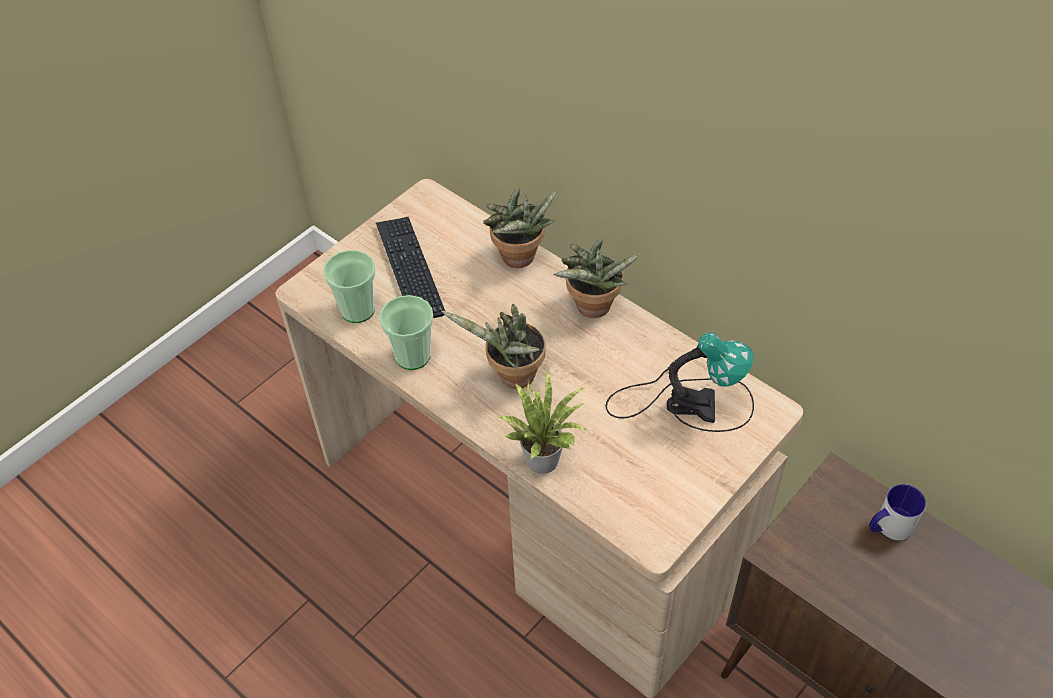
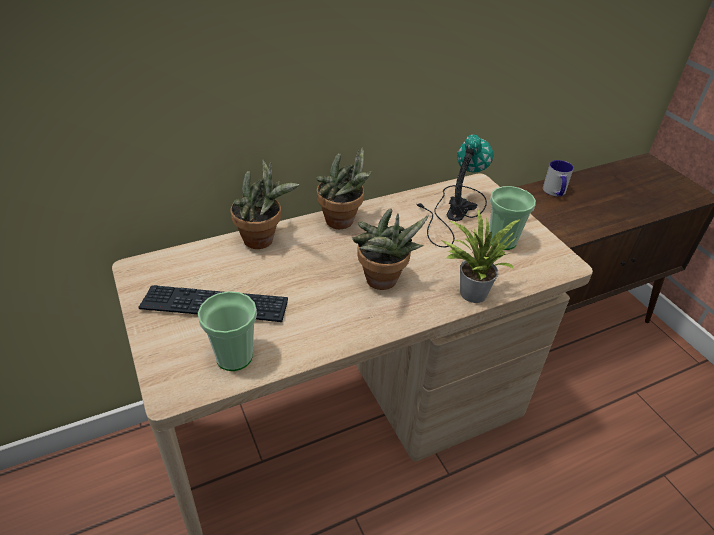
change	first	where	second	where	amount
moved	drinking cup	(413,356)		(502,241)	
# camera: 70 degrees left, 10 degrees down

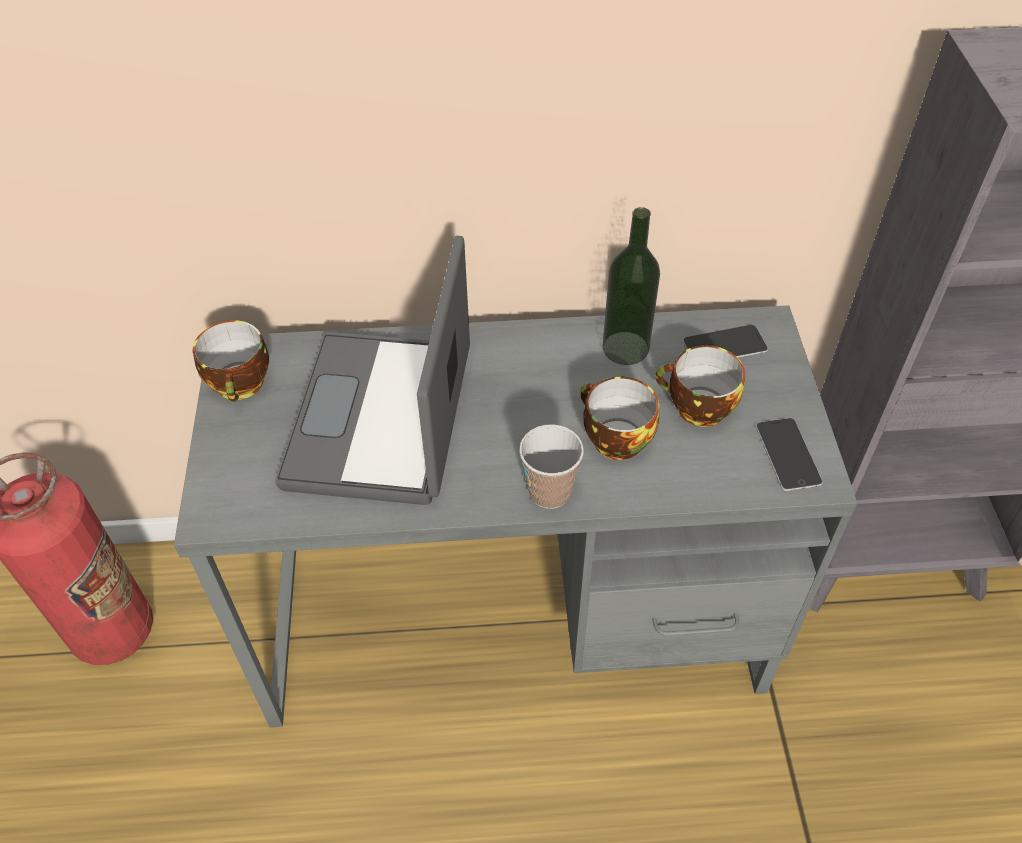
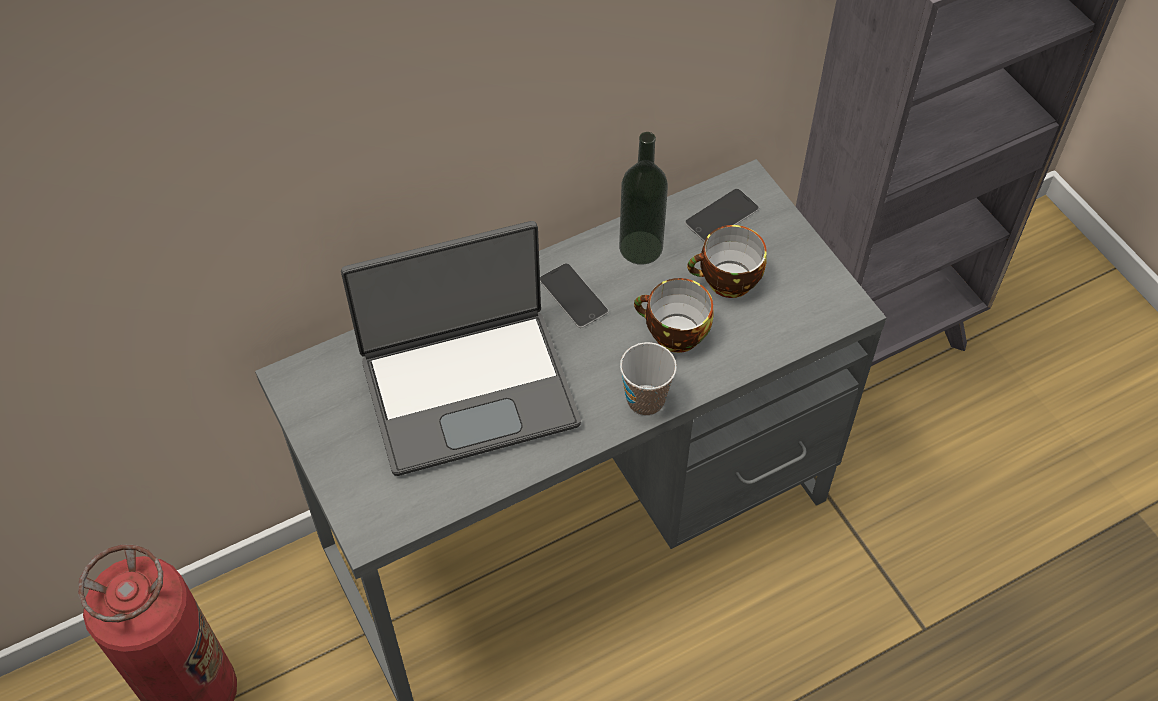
change	first	where	second	where	amount
removed	drinking cup	(241,384)			
turned	portable computer	(384,419)		(468,389)	90 degrees counterclockwise
moved	phone	(788,454)		(573,295)	
# camera: 25 degrees left, 5 degrees up

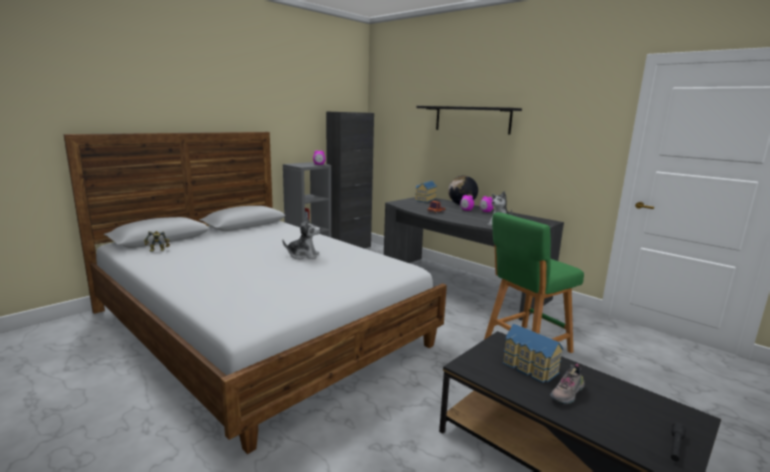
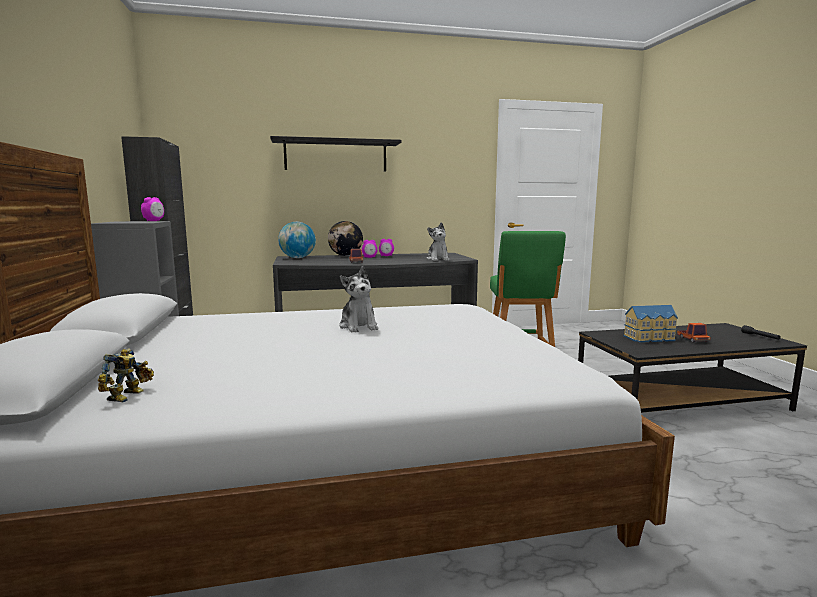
change	first	where	second	where	amount
turned	plush toy	(303,255)		(359,326)	120 degrees clockwise
replaced	model house	(424,199)	globe	(297,258)	
replaced	item of footwear	(567,394)	toy truck	(692,339)	
# camera: 55 degrees left, 5 degrees down

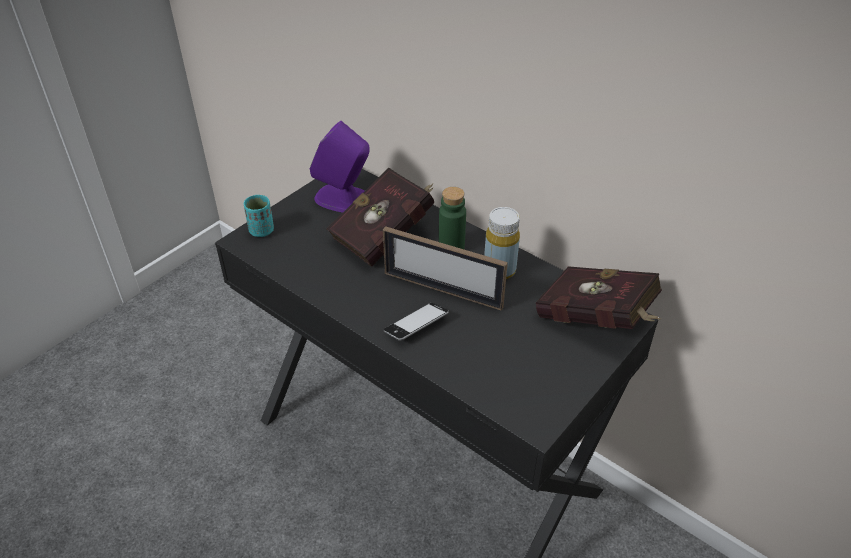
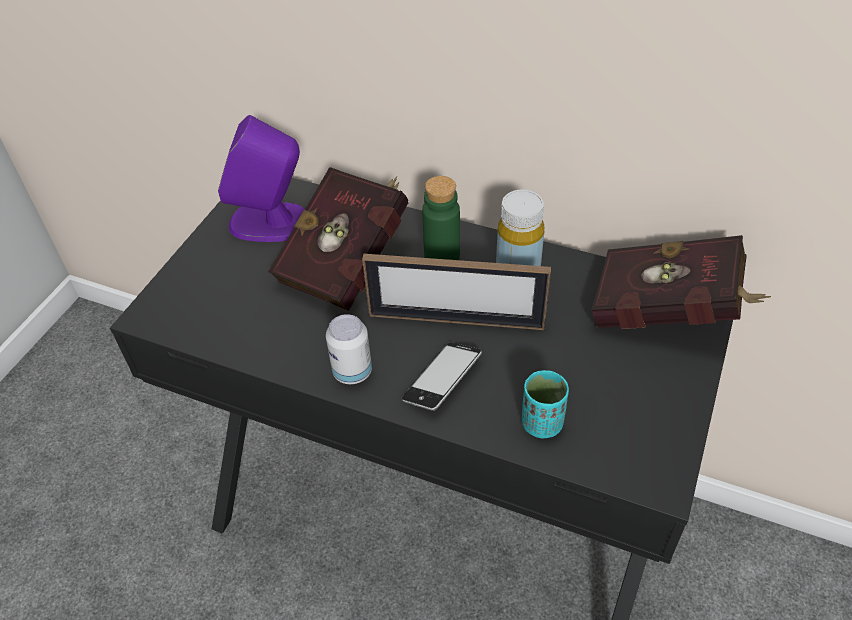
change	first	where	second	where	amount
moved	turquoise-coloured drinking cup	(261,231)		(542,423)	
added			sealed can	(352,372)	
# camera: 15 degrees left, 5 degrees up

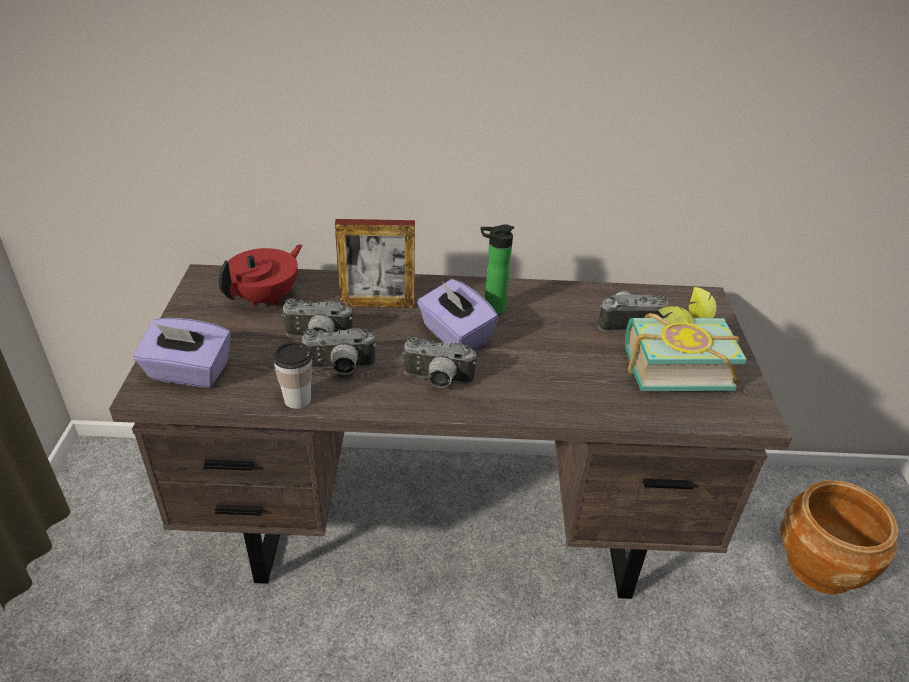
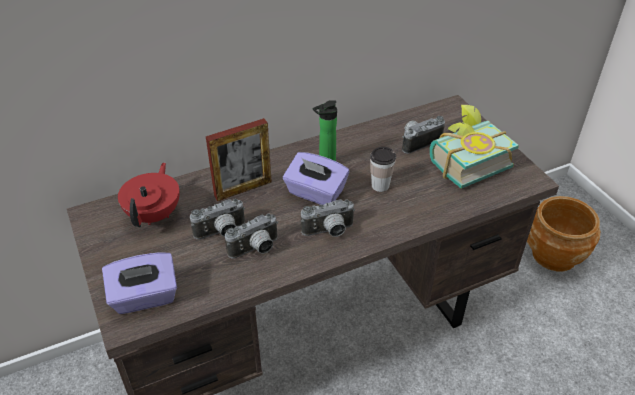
change	first	where	second	where	amount
moved	drinking cup	(297,399)		(380,186)	
# camera: 25 degrees left, 5 degrees up

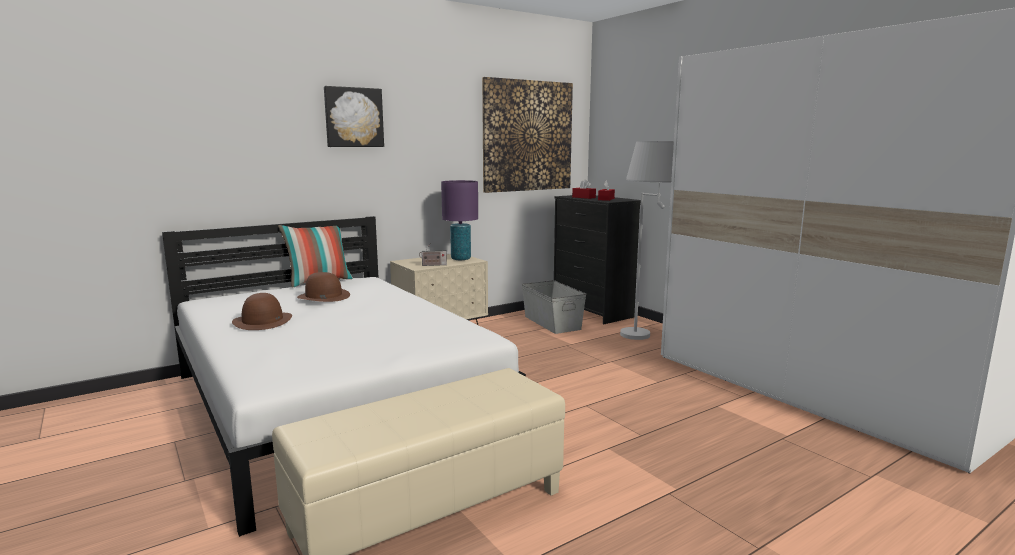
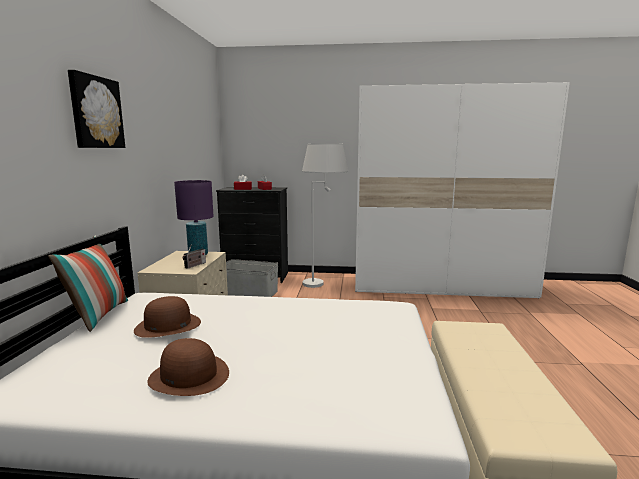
change	first	where	second	where	amount
removed	wall picture	(527,136)			
# camera: 50 degrees left, 0 degrees up

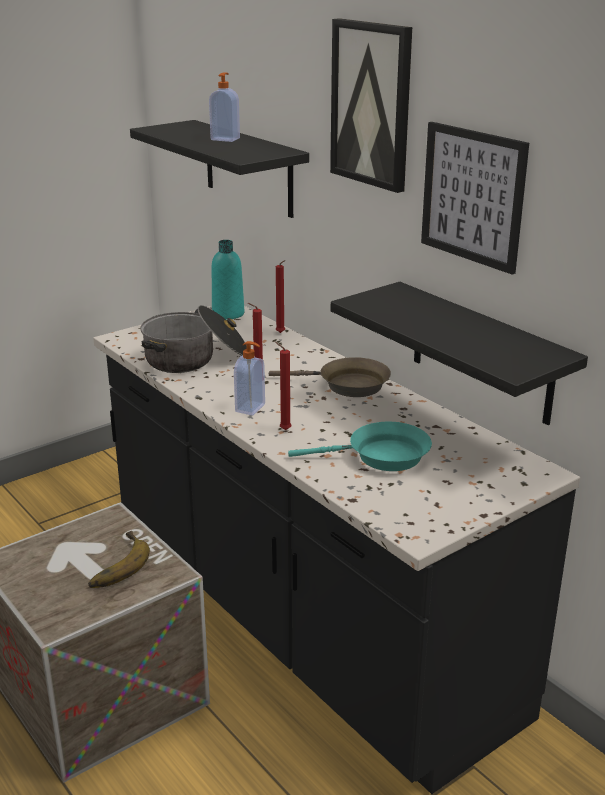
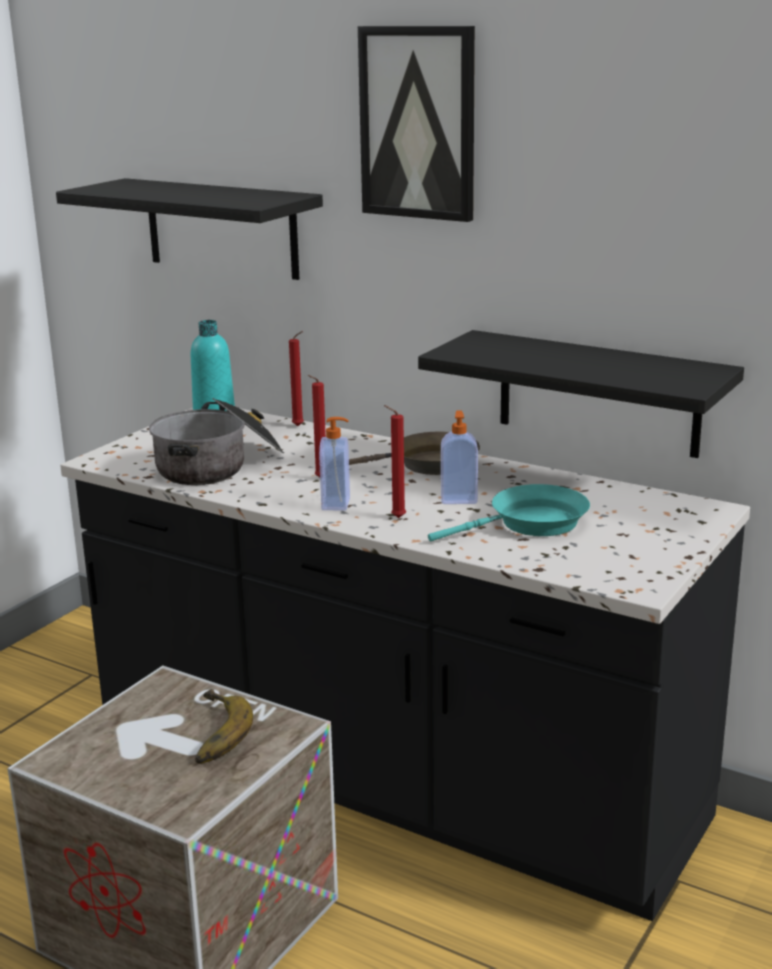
change	first	where	second	where	amount
moved	soap bottle	(225,139)		(459,498)	
removed	wall picture	(472,196)			
# camera: 20 degrees left, 5 degrees down

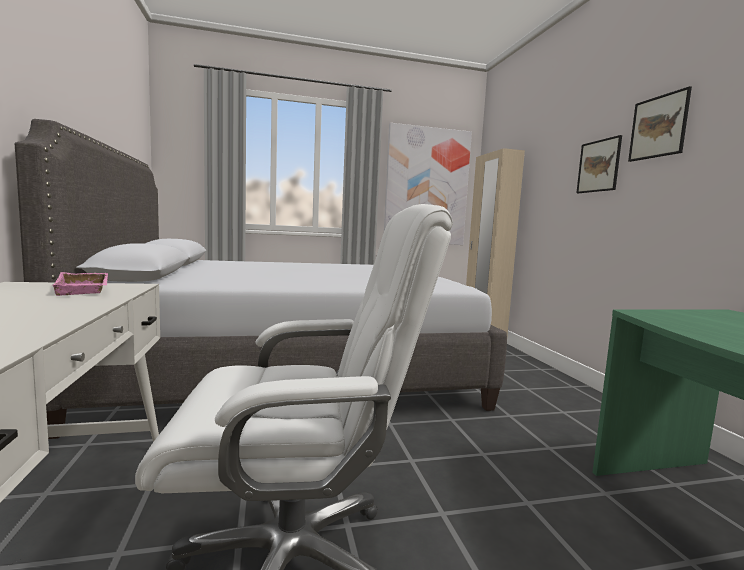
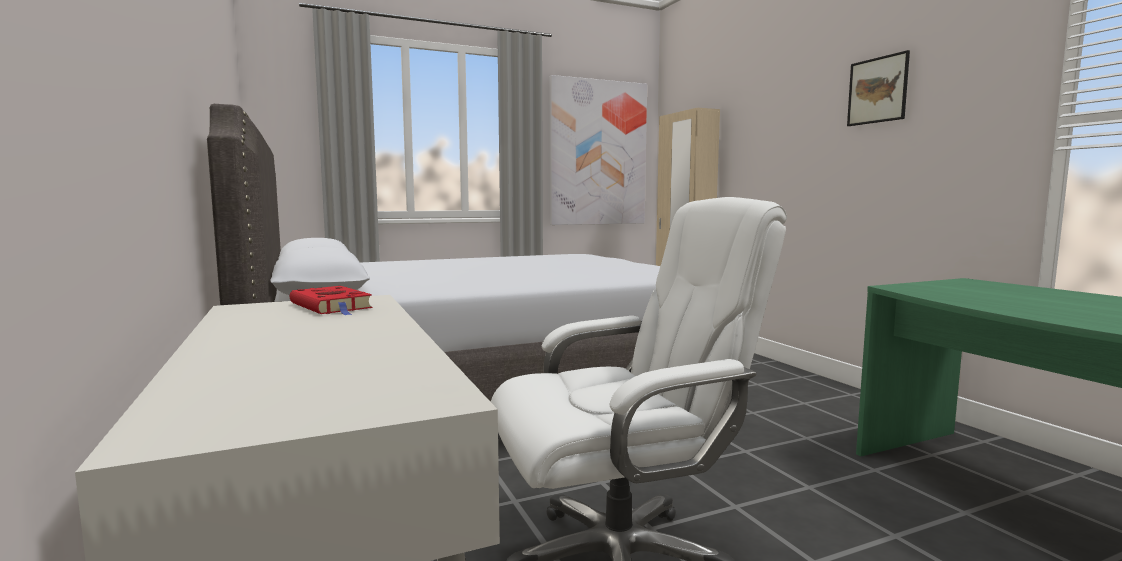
change	first	where	second	where	amount
replaced	pink serving tray	(85,289)	red bound book	(332,306)	
removed	wall picture	(598,166)			
# camera: 10 degrees left, 0 degrees up

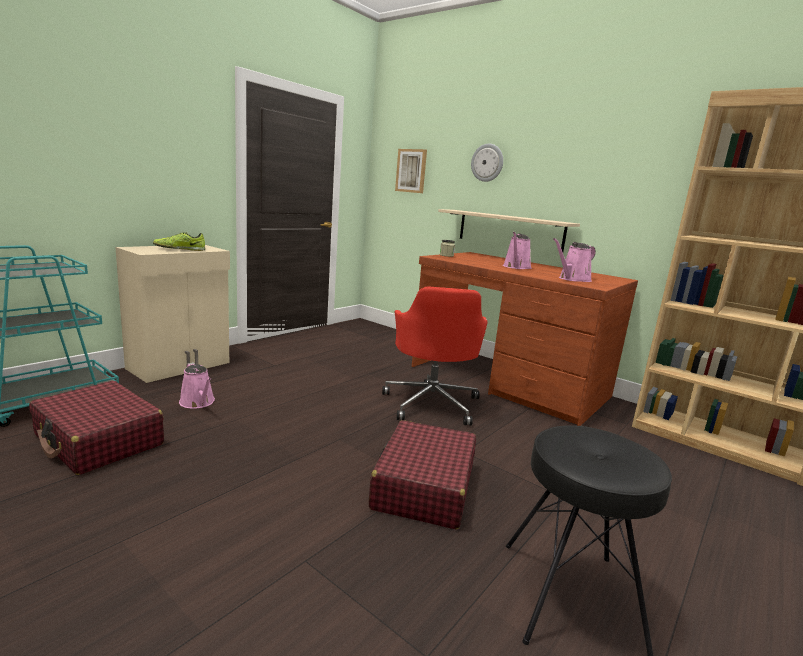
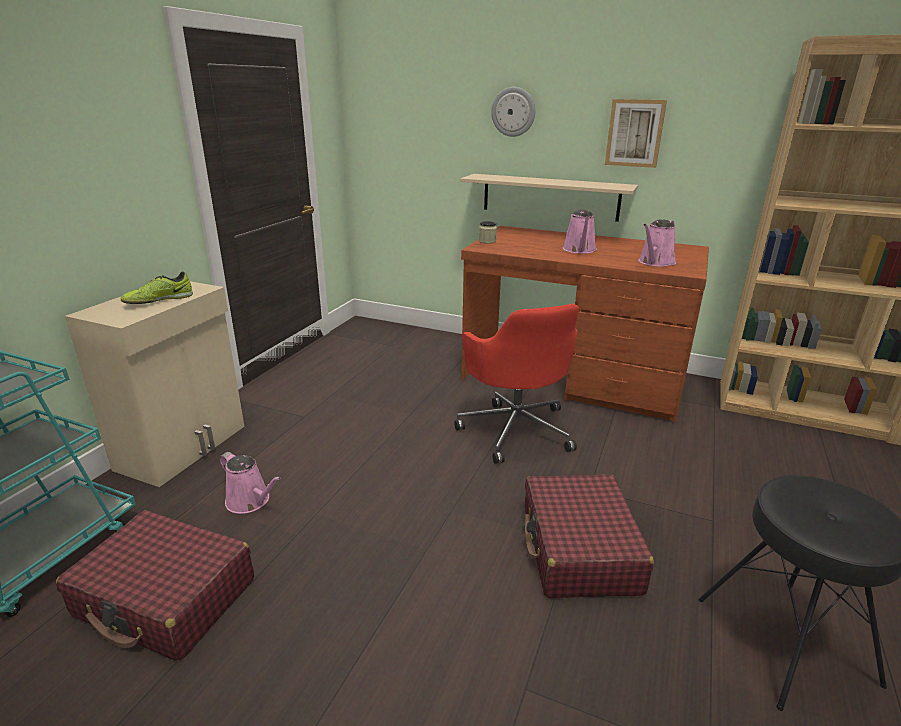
change	first	where	second	where	amount
moved	wall picture	(411,171)		(635,133)	
# camera: 15 degrees left, 10 degrees up

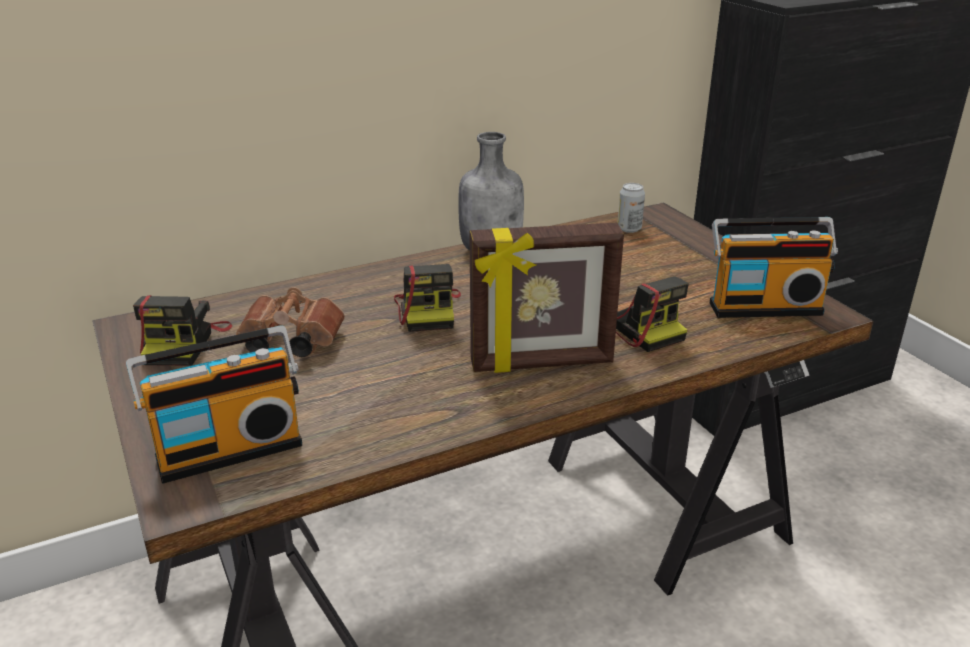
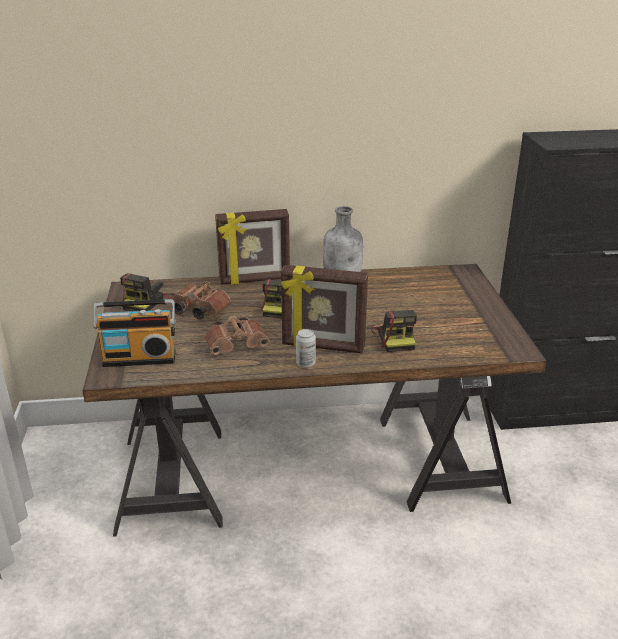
change	first	where	second	where	amount
moved	sealed can	(629,229)		(305,363)	
removed	radio receiver	(764,306)			
added			brown-coloured field glasses	(238,346)	
added			photo frame	(255,280)	
# camera: 20 degrees right, 0 degrees up

